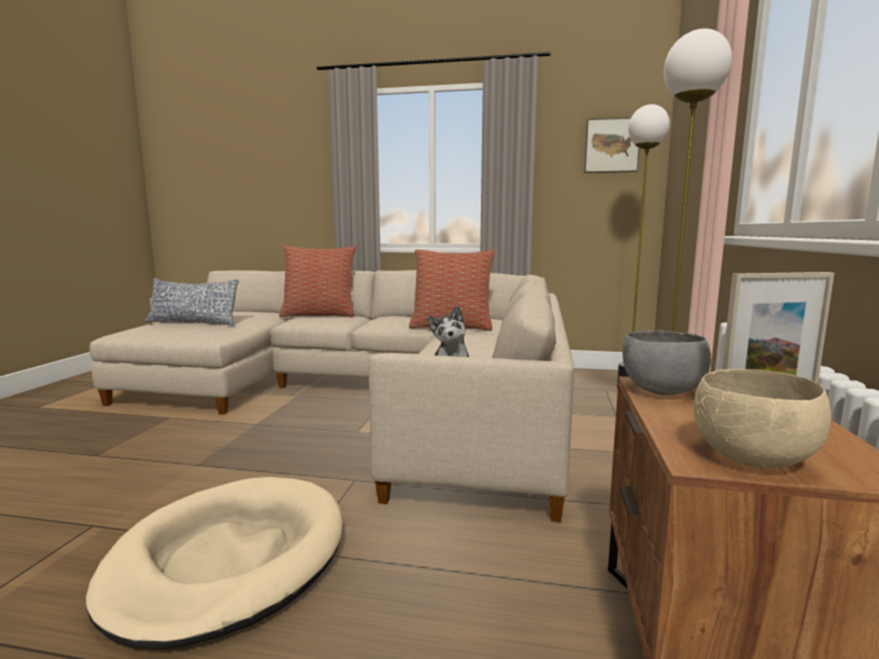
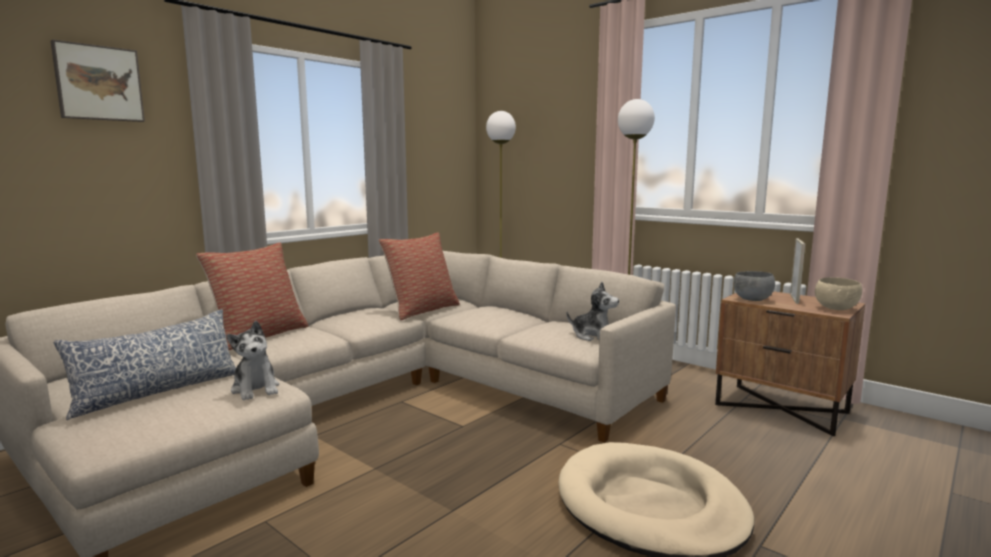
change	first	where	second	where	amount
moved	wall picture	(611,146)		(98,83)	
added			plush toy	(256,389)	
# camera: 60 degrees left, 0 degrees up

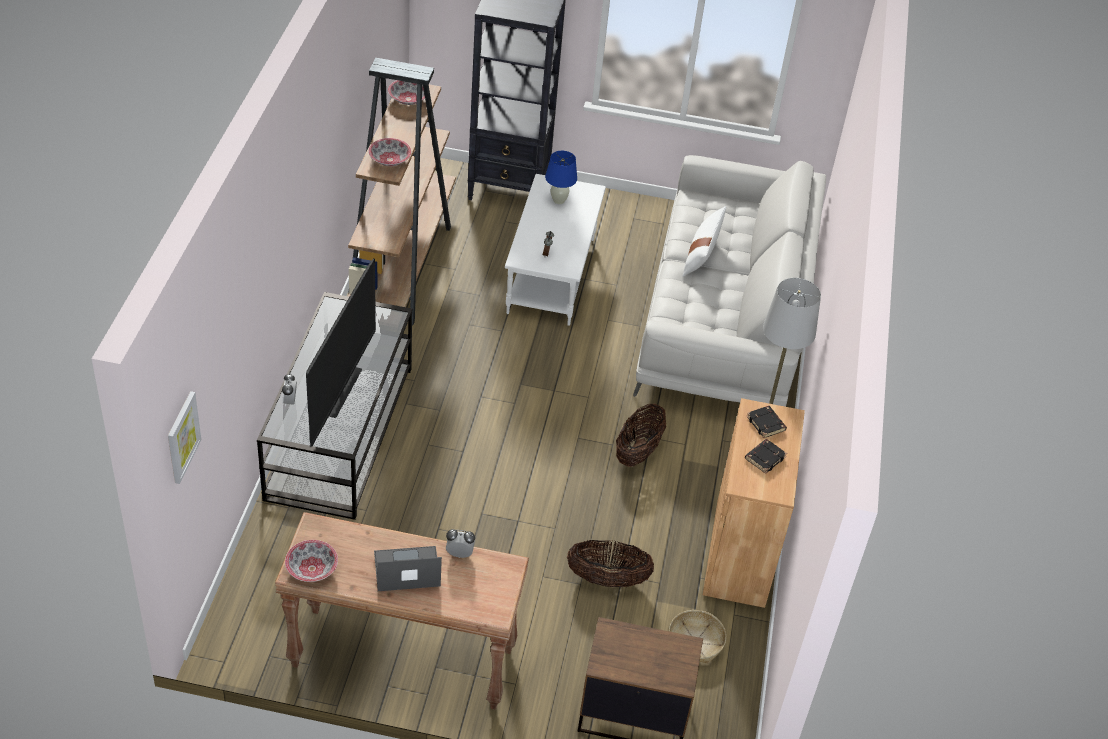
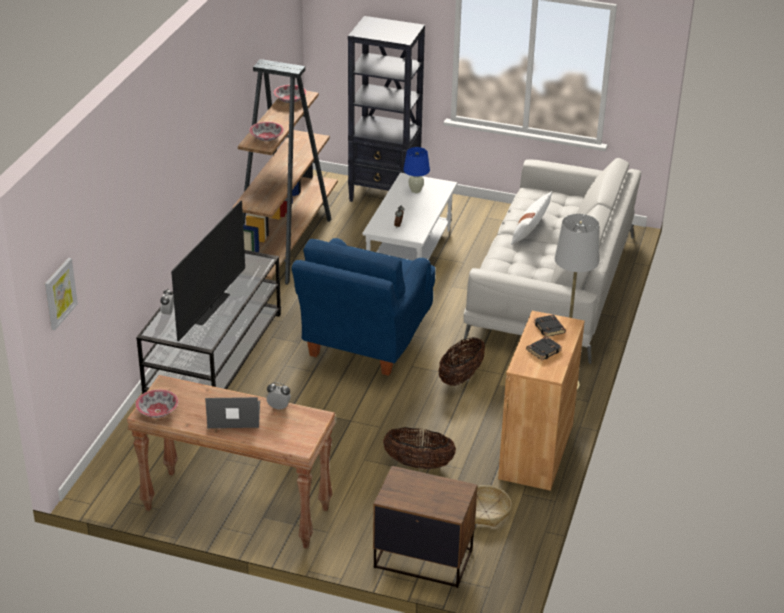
change	first	where	second	where	amount
added			blue armchair	(365,342)	
# camera: 10 degrees right, 10 degrees down

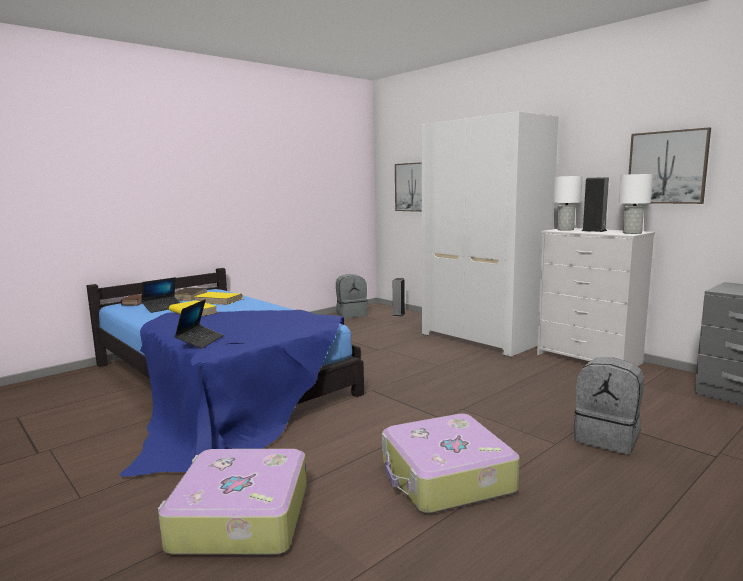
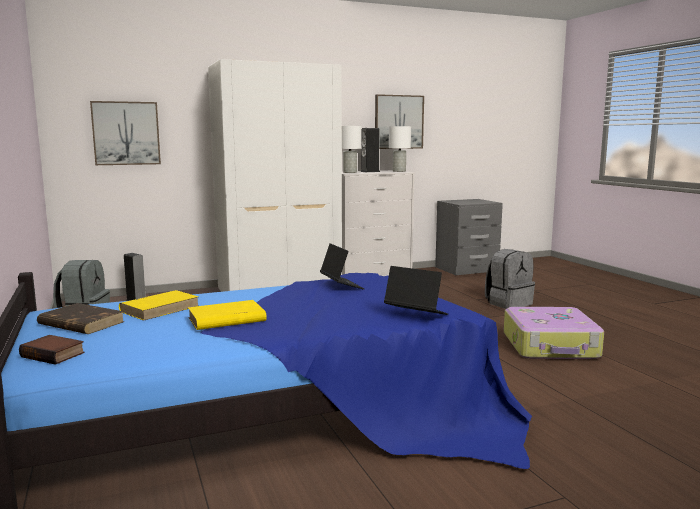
change	first	where	second	where	amount
moved	portable computer	(163,308)		(341,285)	
removed	piece of luggage	(239,518)			
# camera: 70 degrees left, 0 degrees up

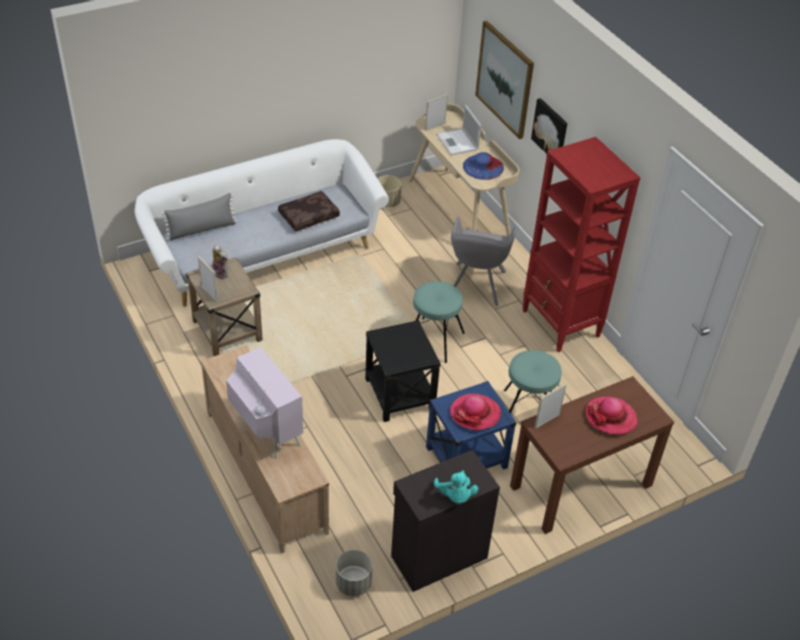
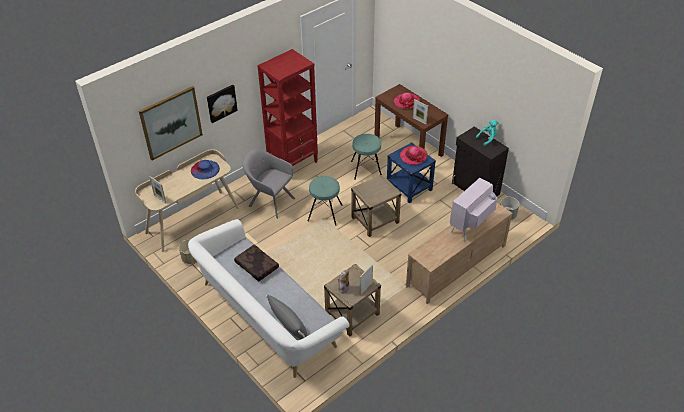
change	first	where	second	where	amount
recoloured	blackish side table	(400,395)	beige-coloured side table	(375,220)	
removed	portable computer	(458,142)			
turned	greyish armchair	(476,286)		(270,201)	150 degrees counterclockwise
# camera: 100 degrees left, 0 degrees up

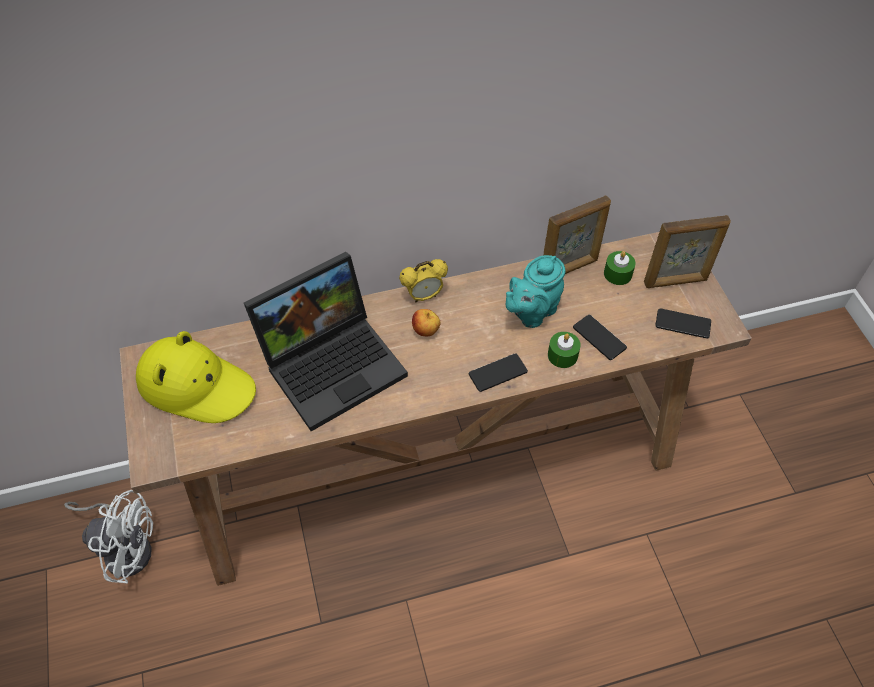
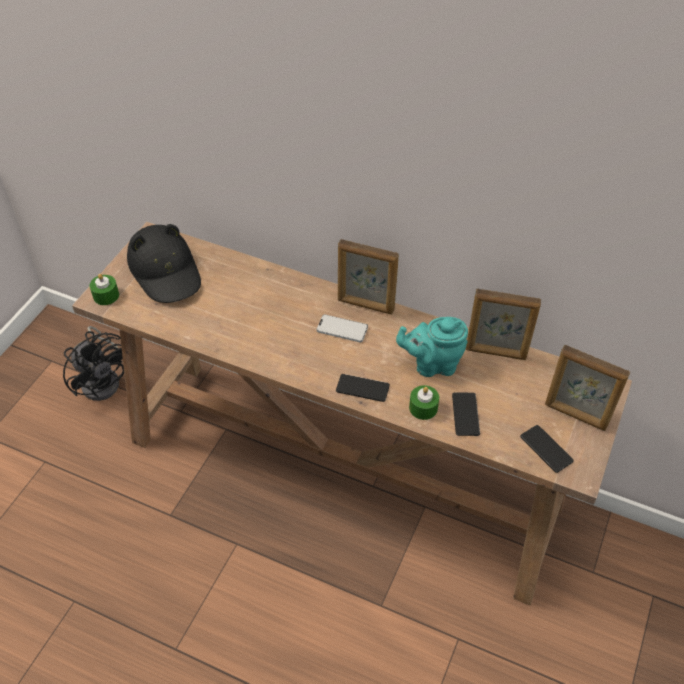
change	first	where	second	where	amount
recoloured	whitish cooling fan	(125,546)	blackish cooling fan	(104,379)	
recoloured	yellow-coloured wearable hat	(197,385)	blackish wearable hat	(166,271)	
removed	portable computer	(334,362)			
replaced	bedside clock	(424,296)	photo frame	(365,305)	
replaced	apple	(426,331)	phone	(342,329)	
moved	greenish wax light	(617,274)		(106,295)	
# camera: 40 degrees right, 5 degrees down

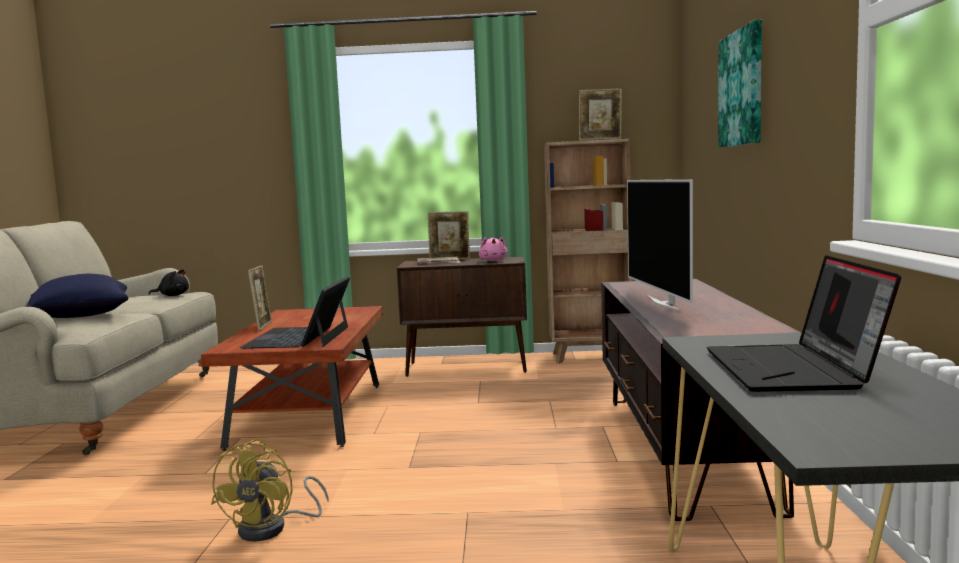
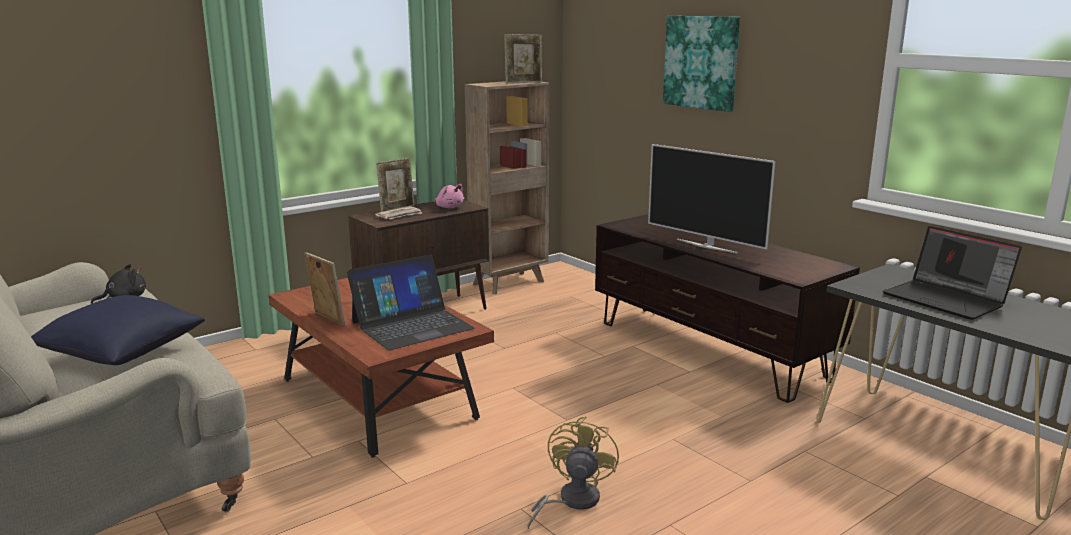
change	first	where	second	where	amount
turned	yellow-coloured cooling fan	(272,528)		(571,501)	135 degrees counterclockwise
turned	portable computer	(299,337)		(412,325)	90 degrees counterclockwise
# camera: 40 degrees left, 10 degrees up

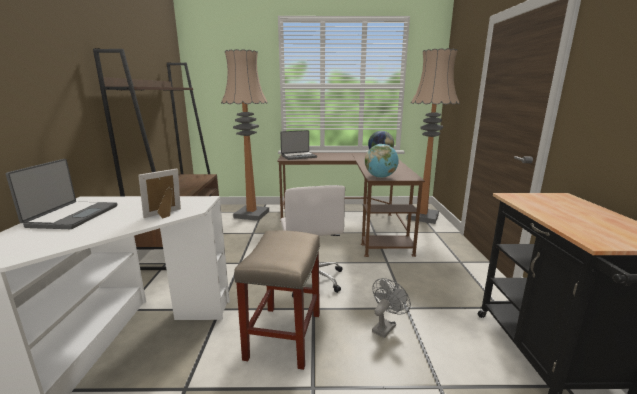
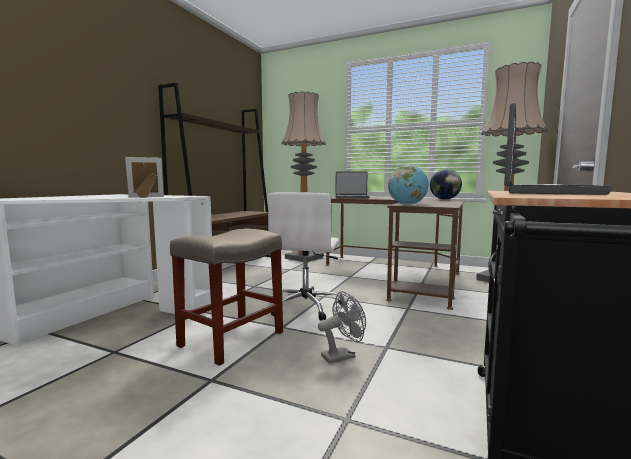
change	first	where	second	where	amount
moved	portable computer	(72,216)		(546,192)	
# camera: 25 degrees right, 10 degrees down

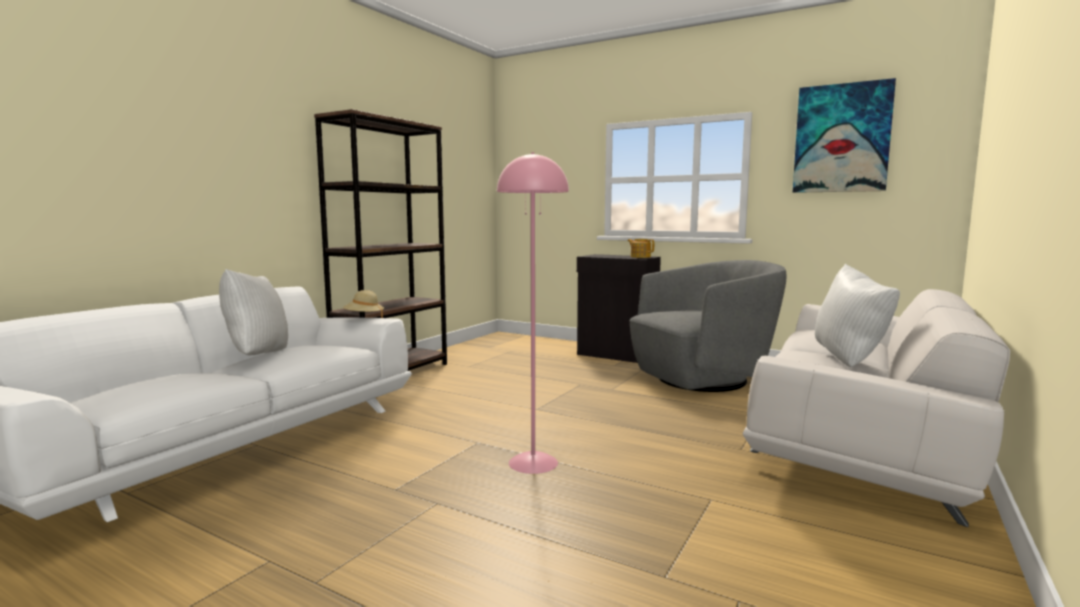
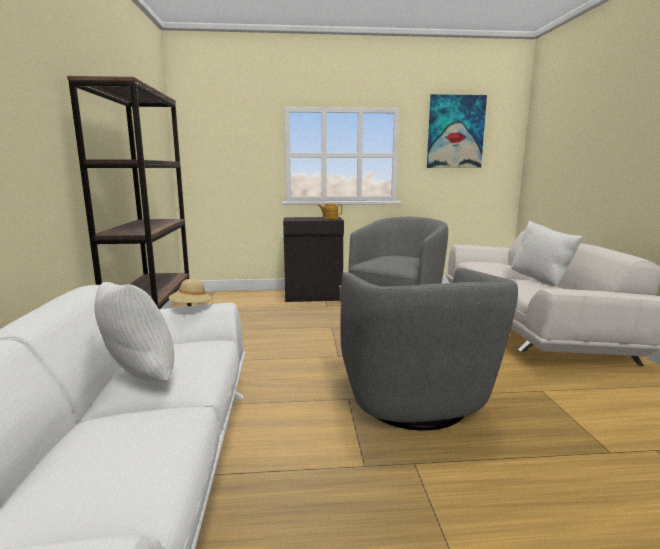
change	first	where	second	where	amount
replaced	pink standing lamp	(532,462)	greyish armchair	(413,402)	
# camera: 35 degrees left, 5 degrees up

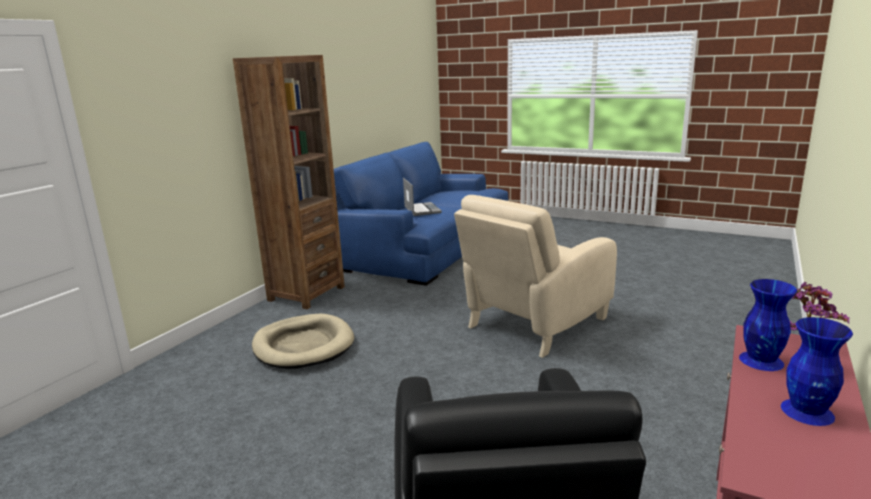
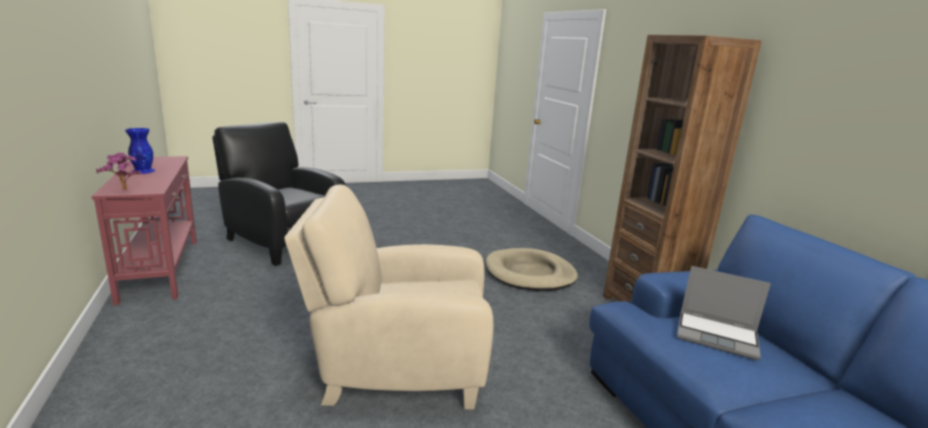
change	first	where	second	where	amount
turned	beige-coloured armchair	(534,324)		(396,367)	90 degrees counterclockwise
removed	blue flower vase	(761,360)			
# camera: 130 degrees right, 0 degrees up

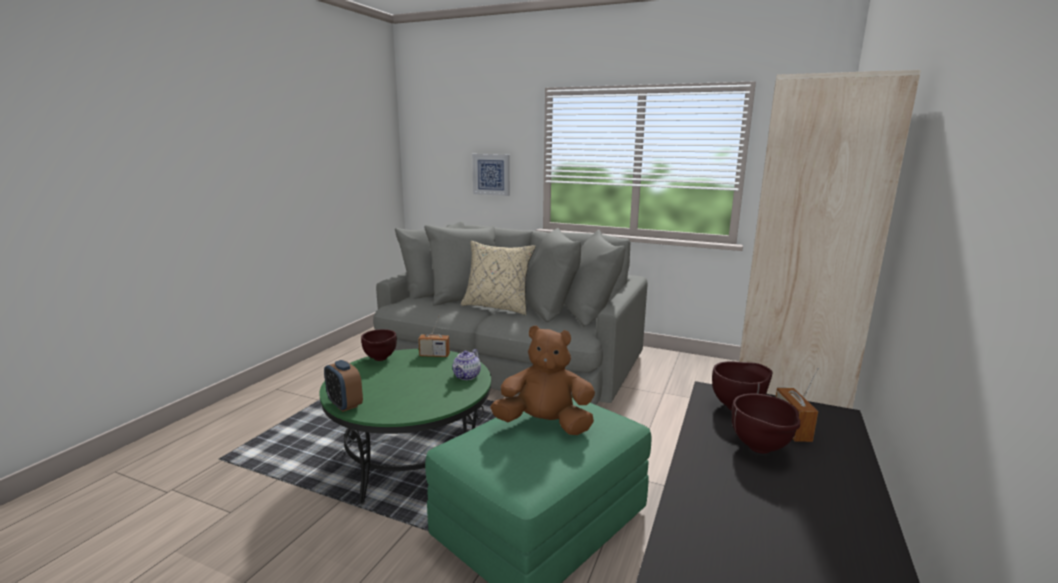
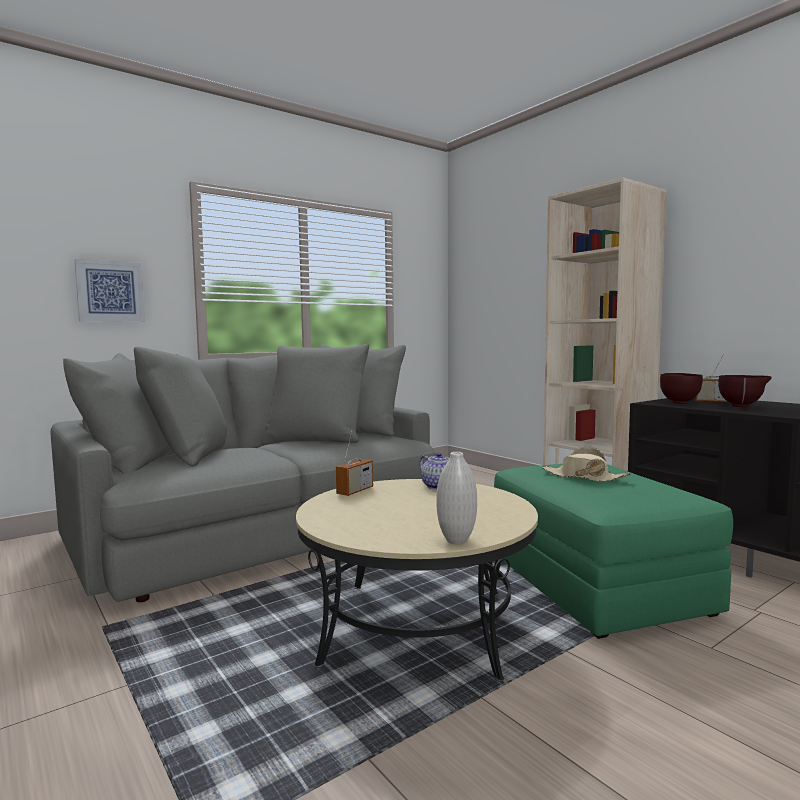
change	first	where	second	where	amount
recoloured	greenish coffee table	(413,456)	beige-coloured coffee table	(417,627)	
replaced	bedside clock	(345,405)	whitish flower vase	(456,541)	
removed	brown-coloured serving bowl	(380,359)			
removed	beige-coloured cushion	(497,307)			
replaced	brown-coloured plush toy	(545,425)	beige-coloured wearable hat	(584,477)	
# camera: 60 degrees left, 10 degrees down

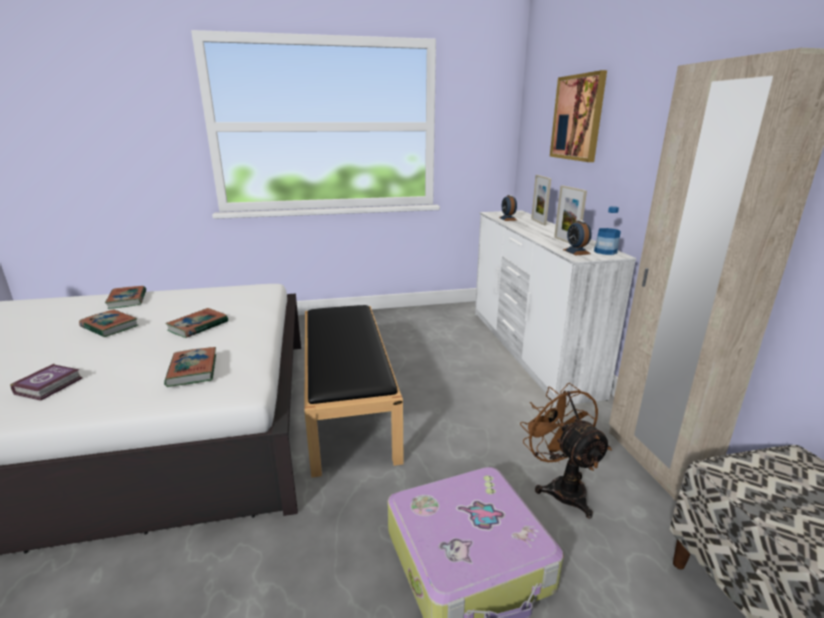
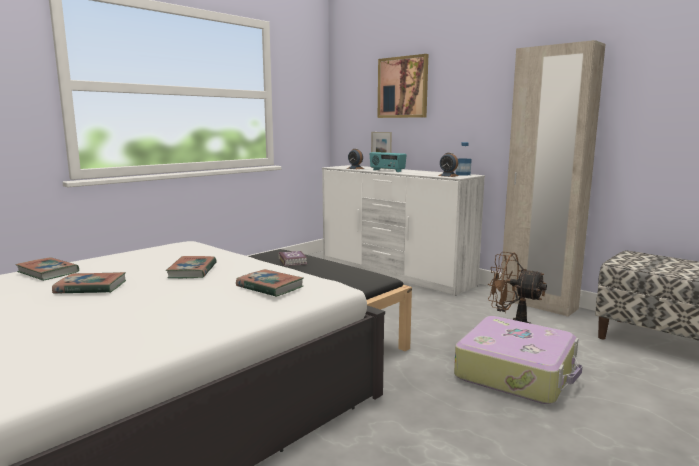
change	first	where	second	where	amount
moved	bound book	(51,385)		(293,261)	
removed	photo frame	(566,241)			
added			radio receiver	(387,171)	
# camera: 35 degrees left, 10 degrees down

